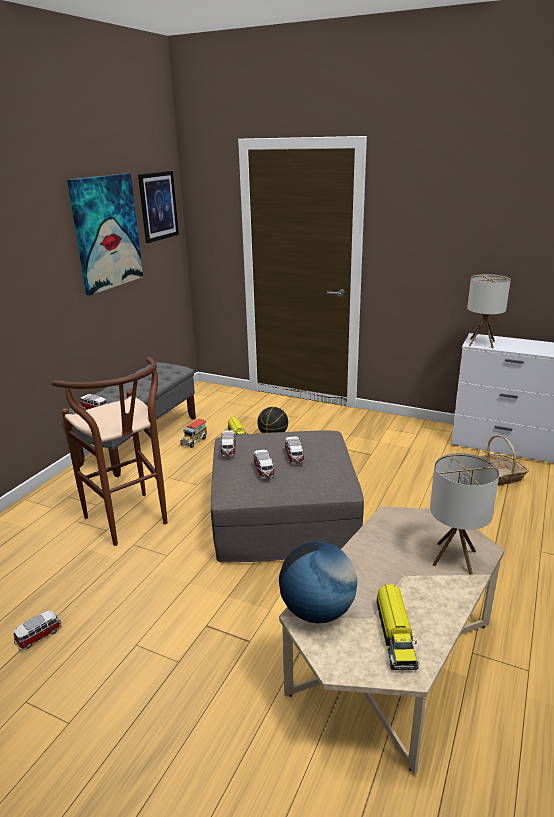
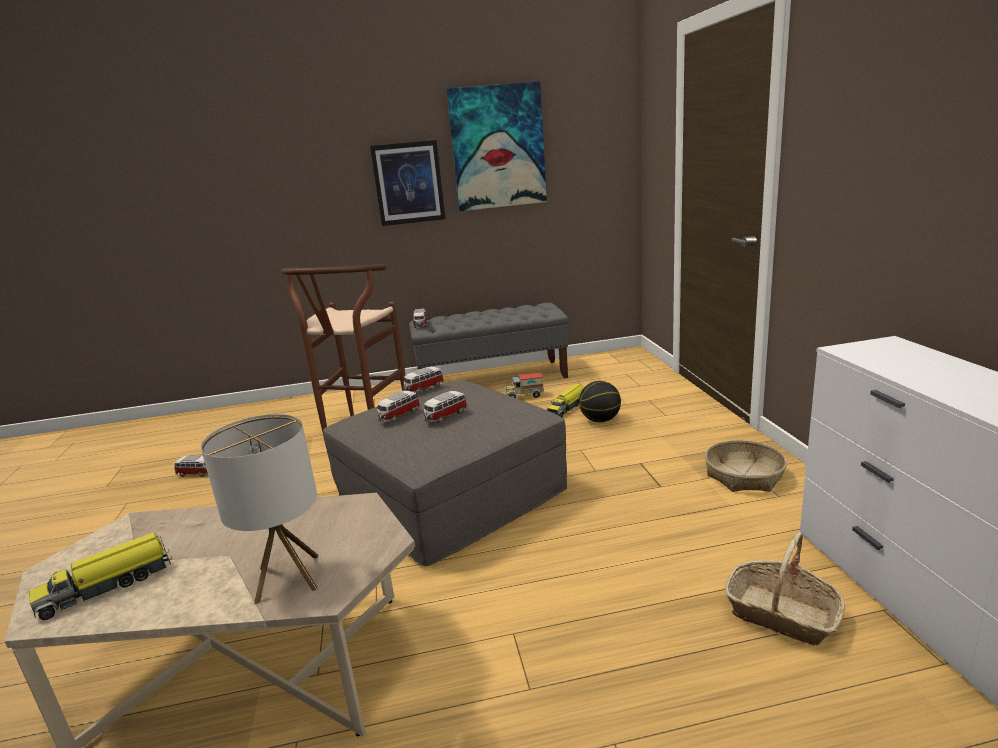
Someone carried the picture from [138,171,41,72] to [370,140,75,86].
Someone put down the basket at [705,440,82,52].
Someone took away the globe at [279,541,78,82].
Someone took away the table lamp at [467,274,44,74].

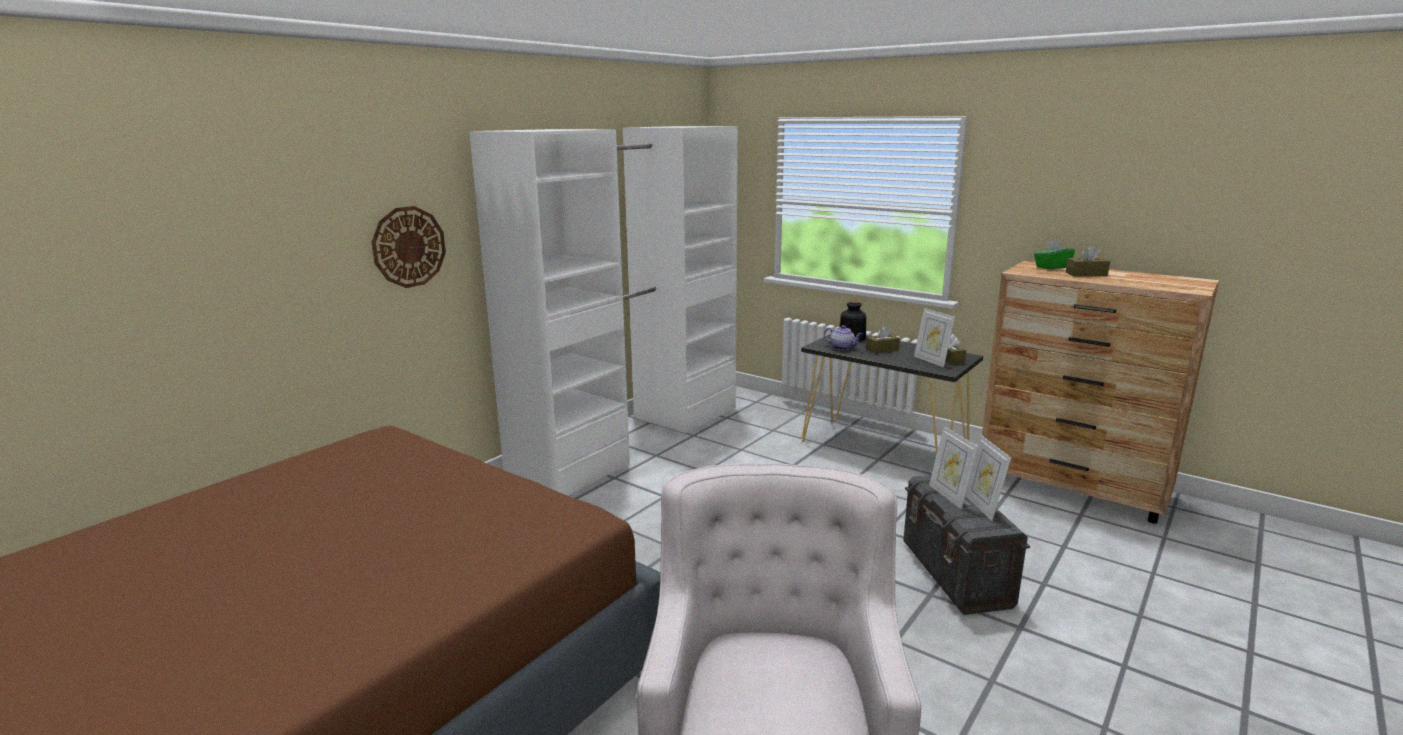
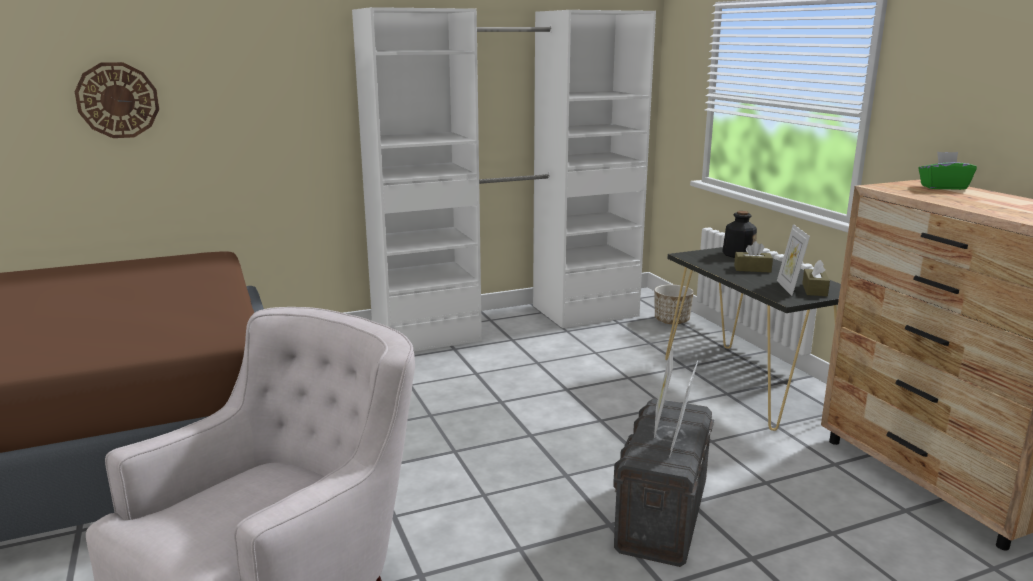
Someone carried the wall clock from [372,206,74,82] to [75,62,84,76].
Someone put down the planter at [654,284,40,40].
Someone took away the teapot at [824,325,38,25].
Someone took away the brown tissue box at [1065,245,45,31].

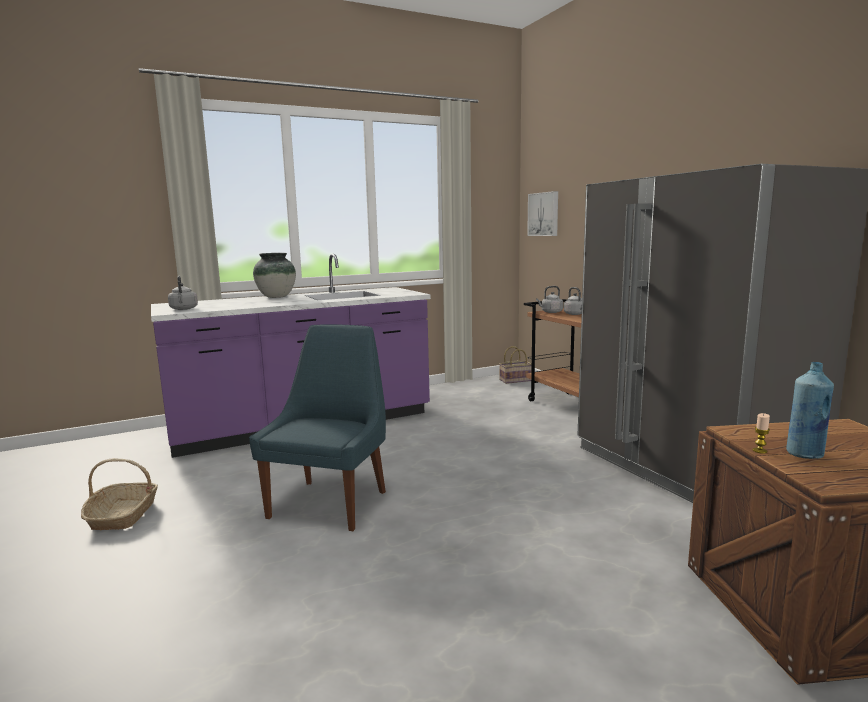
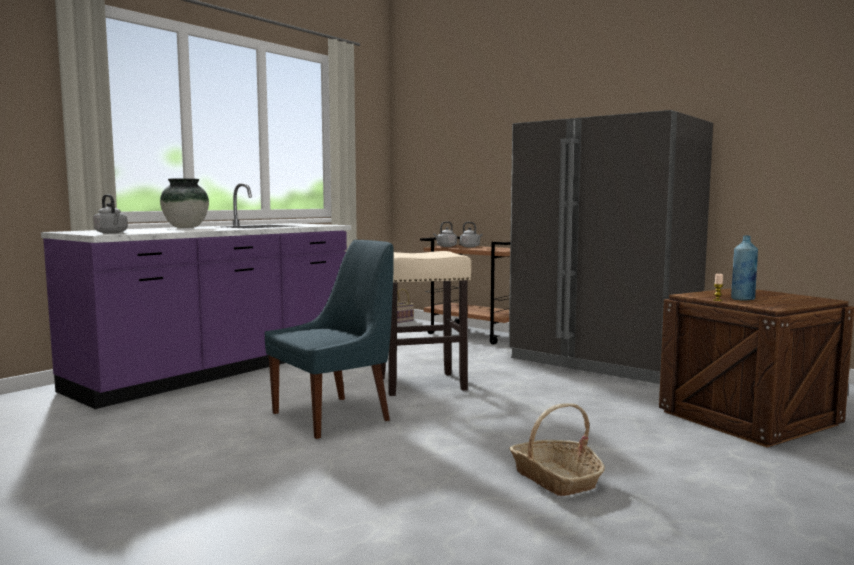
Someone rotated the blue chair at [249,324,137,207] by 60 degrees clockwise.
Someone put down the beige stool at [381,251,90,145].
Someone carried the basket from [81,458,77,72] to [509,403,96,93].
Someone took away the picture at [527,191,31,45].

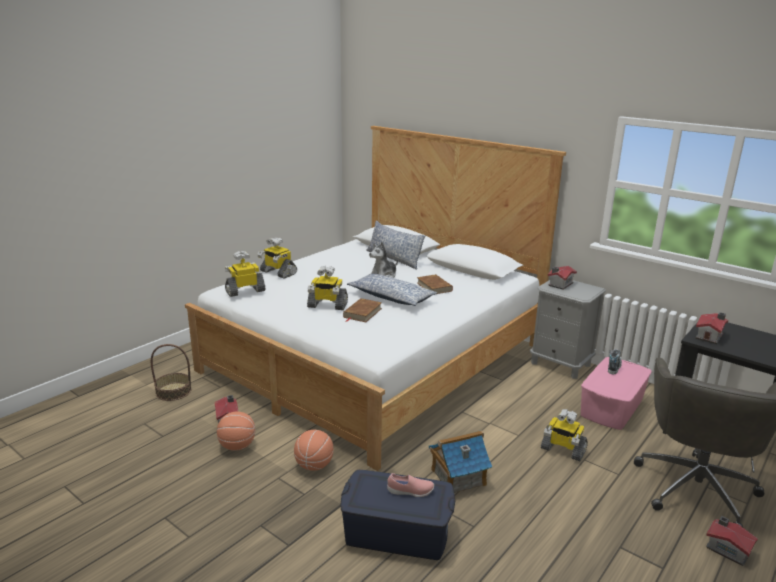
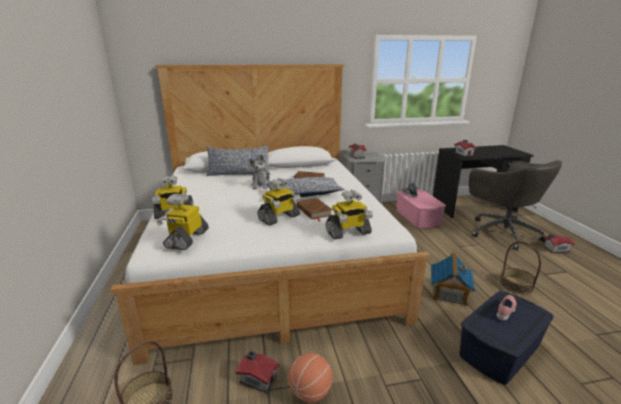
Someone carried the toy robot from [541,409,47,52] to [326,190,47,50].
Someone put down the basket at [499,241,42,53].
Someone took away the basketball at [294,430,39,41].

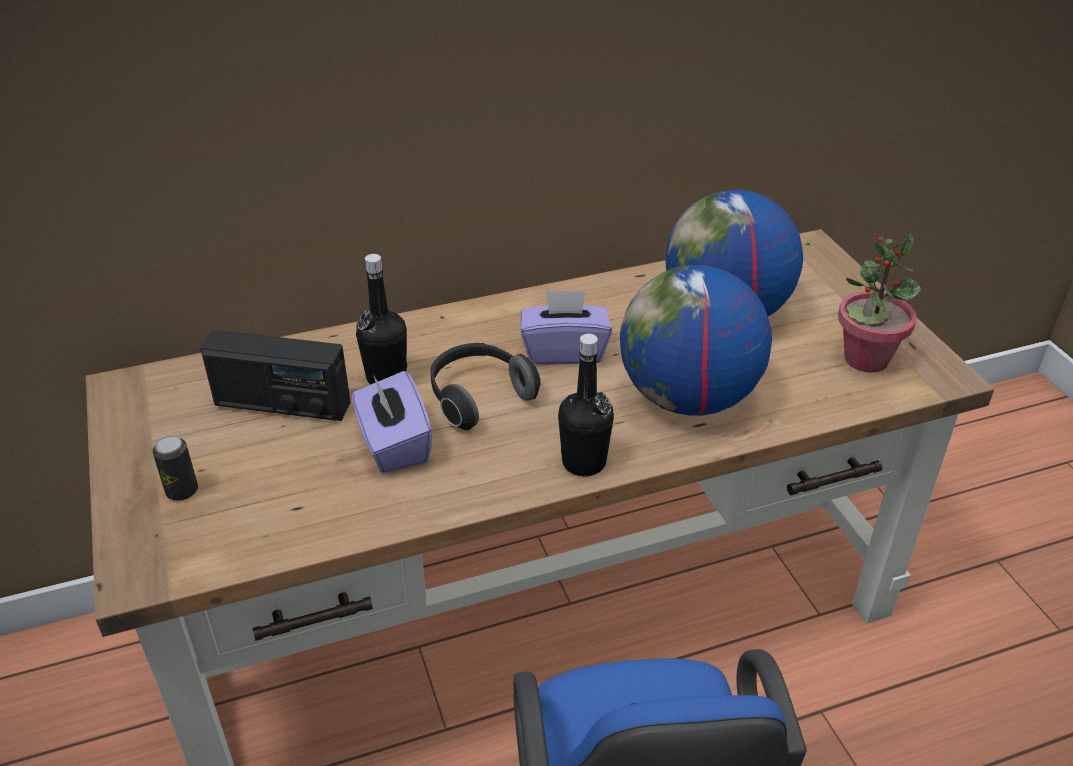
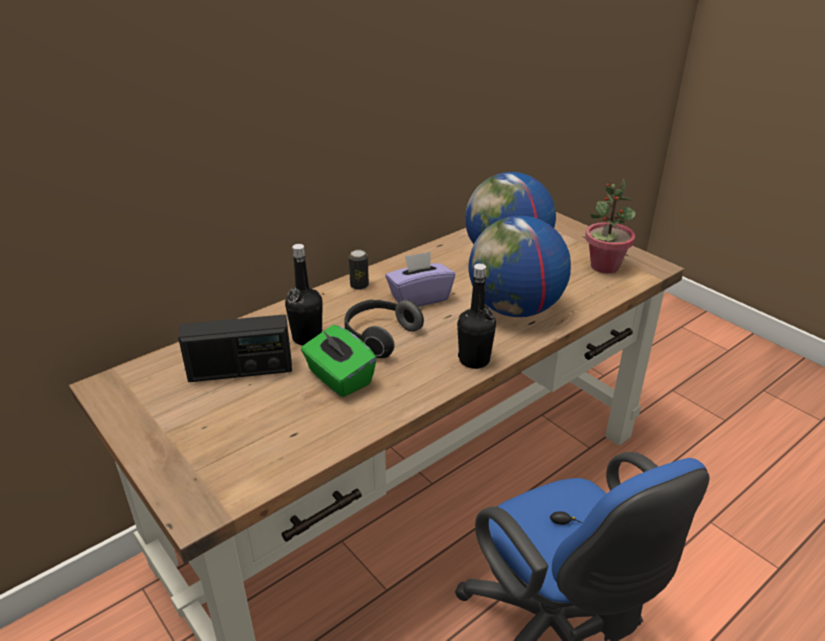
Someone repainted the purple tissue box at [352,371,80,102], which became the green tissue box at [301,325,76,72].
Someone carried the can from [152,436,46,65] to [349,250,20,40].

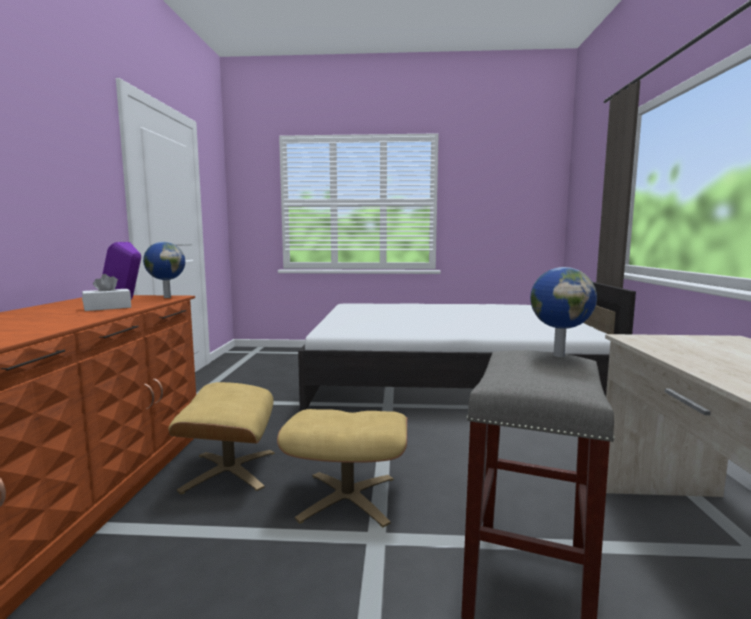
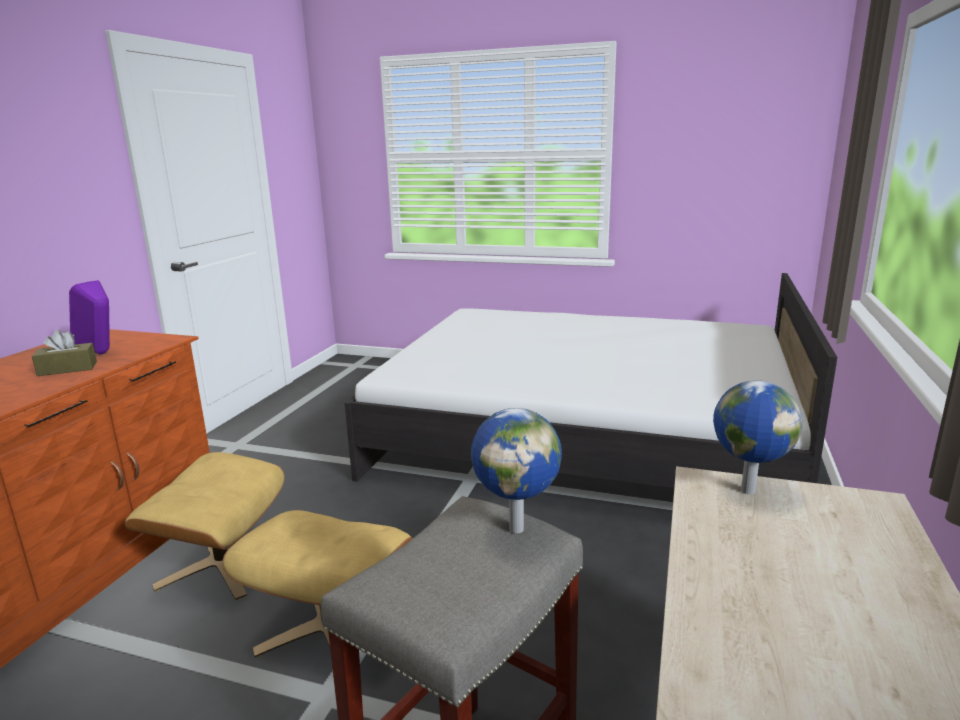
Someone repainted the white tissue box at [82,274,49,37], which became the brown tissue box at [32,330,65,46].
Someone carried the globe from [143,242,42,56] to [713,380,89,114].

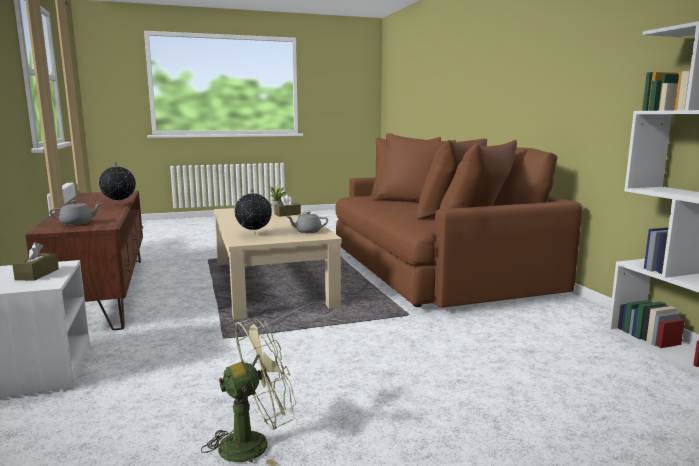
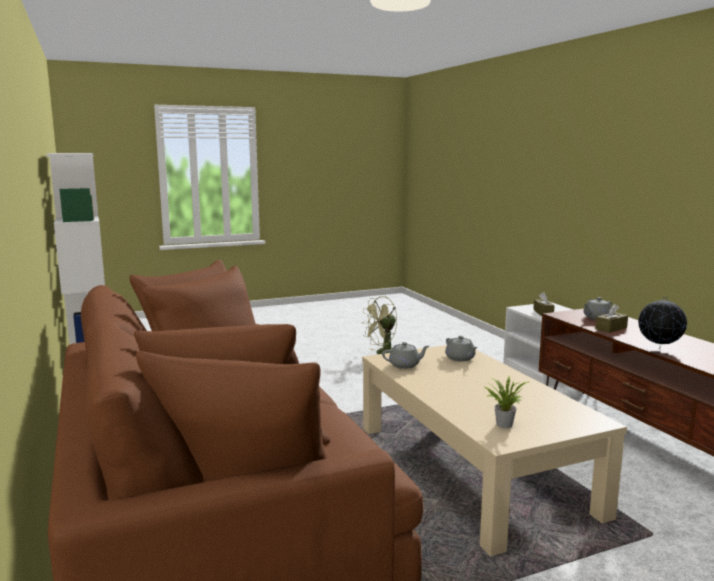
Someone swapped the globe at [235,189,37,46] for the grey teapot at [445,336,33,26].
Someone carried the brown tissue box from [274,195,27,22] to [595,304,33,29].

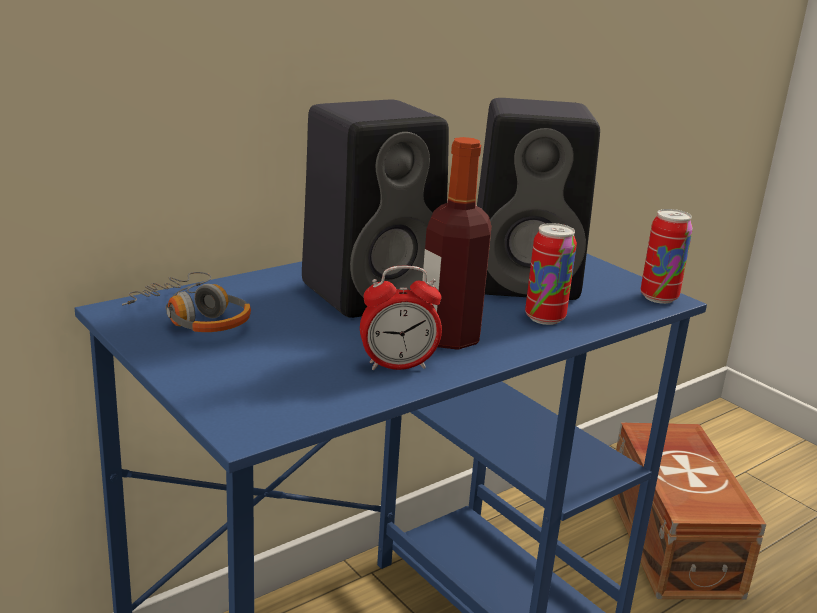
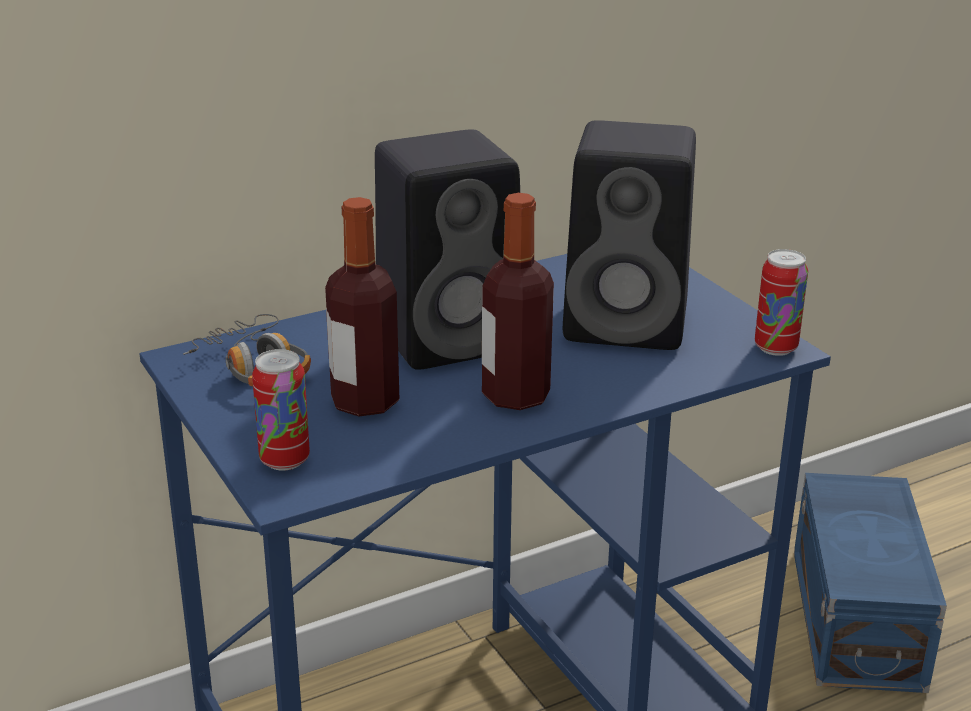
Someone carried the can from [525,223,52,102] to [252,349,58,122].
Someone put down the bottle at [325,197,74,219].
Someone repainted the brown storage box at [612,423,154,177], which became the blue storage box at [794,473,153,220].
Someone took away the alarm clock at [360,266,82,104].

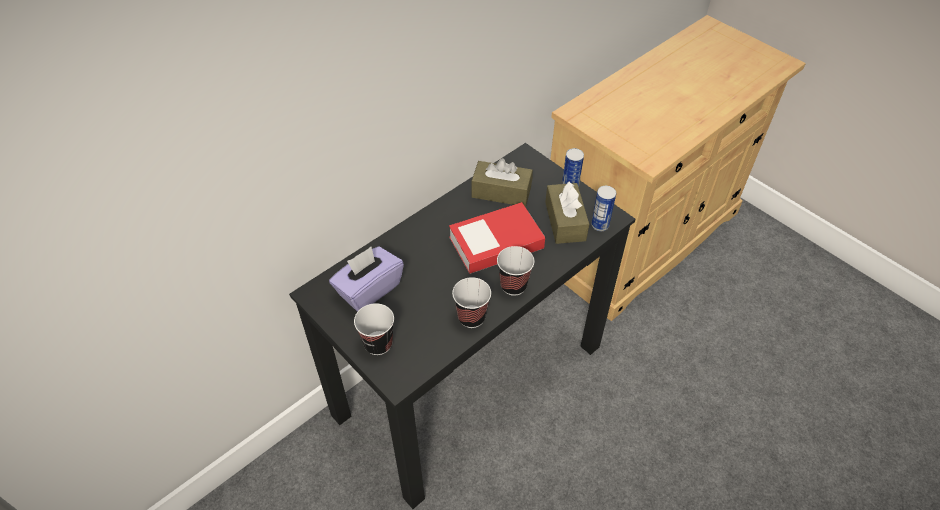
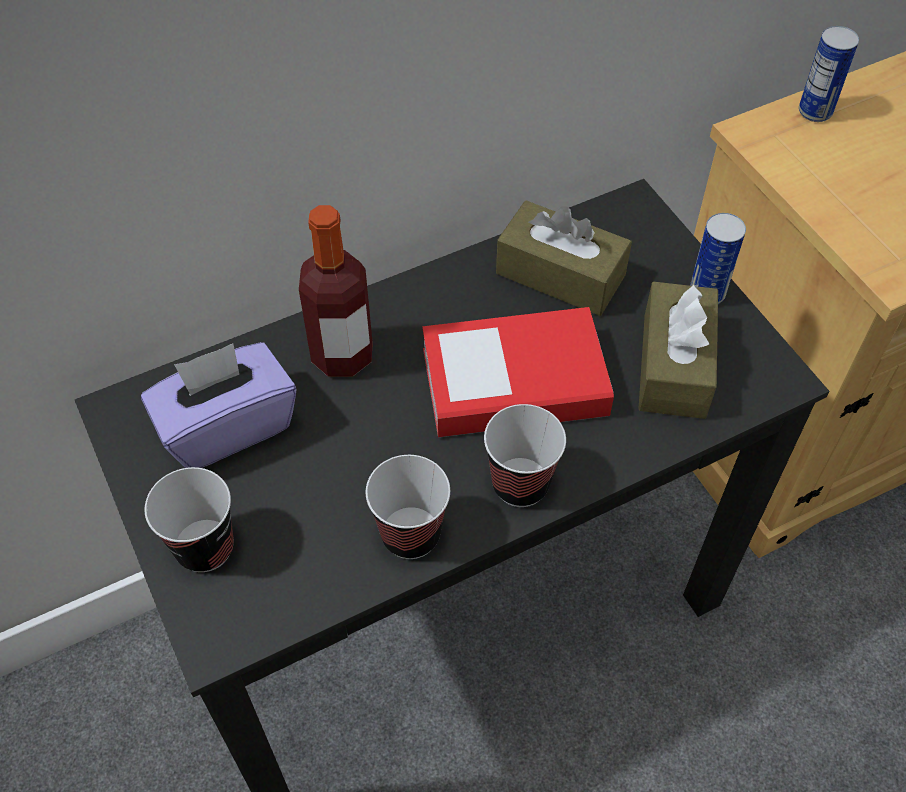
Someone put down the bottle at [299,205,74,172].
Someone carried the can from [591,186,25,45] to [799,26,60,96].

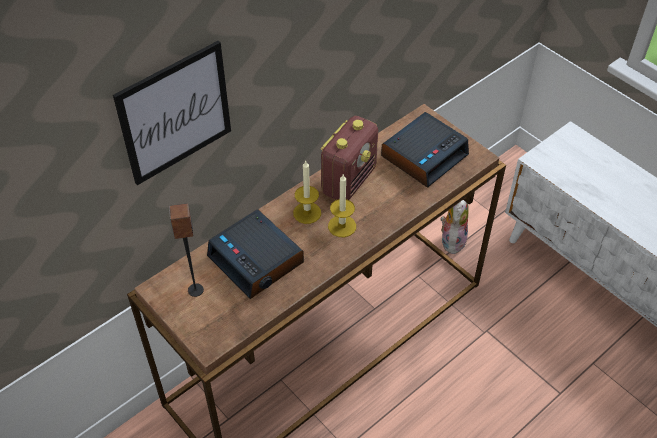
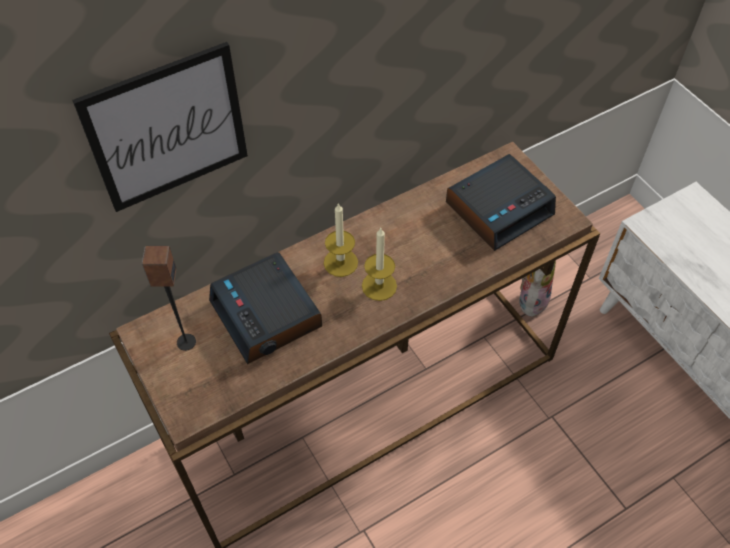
Someone took away the radio at [321,116,57,84].

